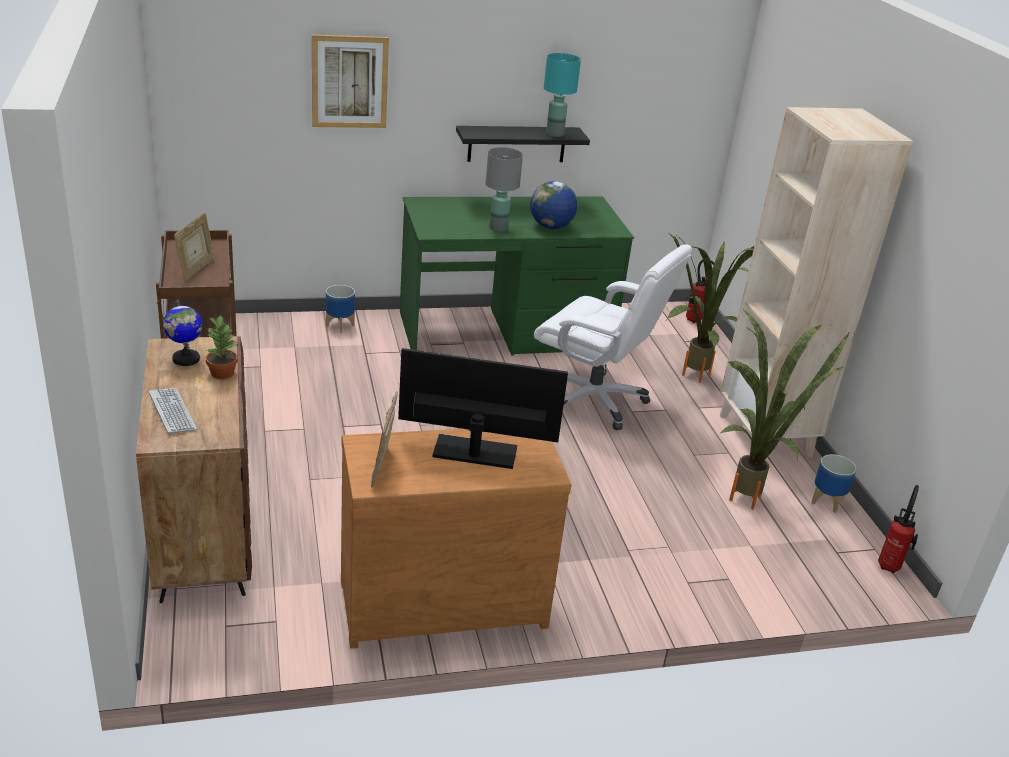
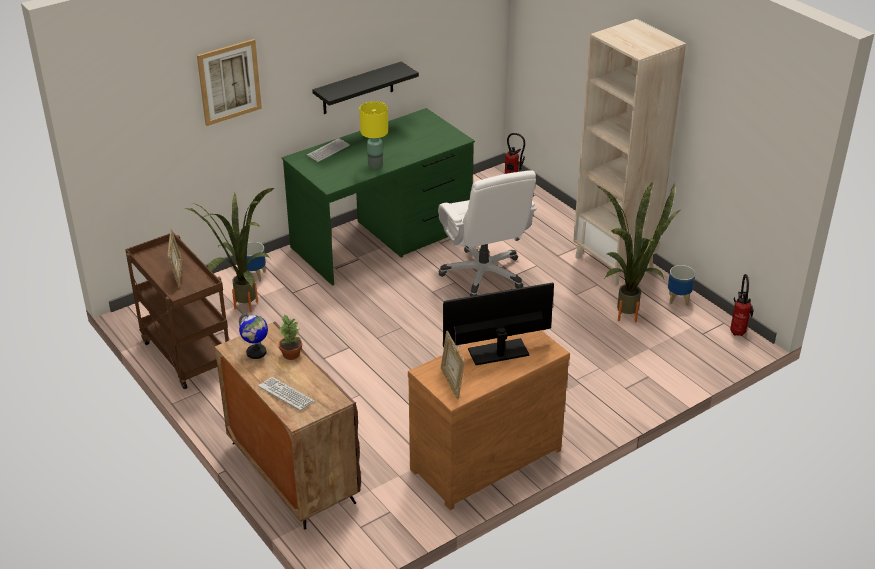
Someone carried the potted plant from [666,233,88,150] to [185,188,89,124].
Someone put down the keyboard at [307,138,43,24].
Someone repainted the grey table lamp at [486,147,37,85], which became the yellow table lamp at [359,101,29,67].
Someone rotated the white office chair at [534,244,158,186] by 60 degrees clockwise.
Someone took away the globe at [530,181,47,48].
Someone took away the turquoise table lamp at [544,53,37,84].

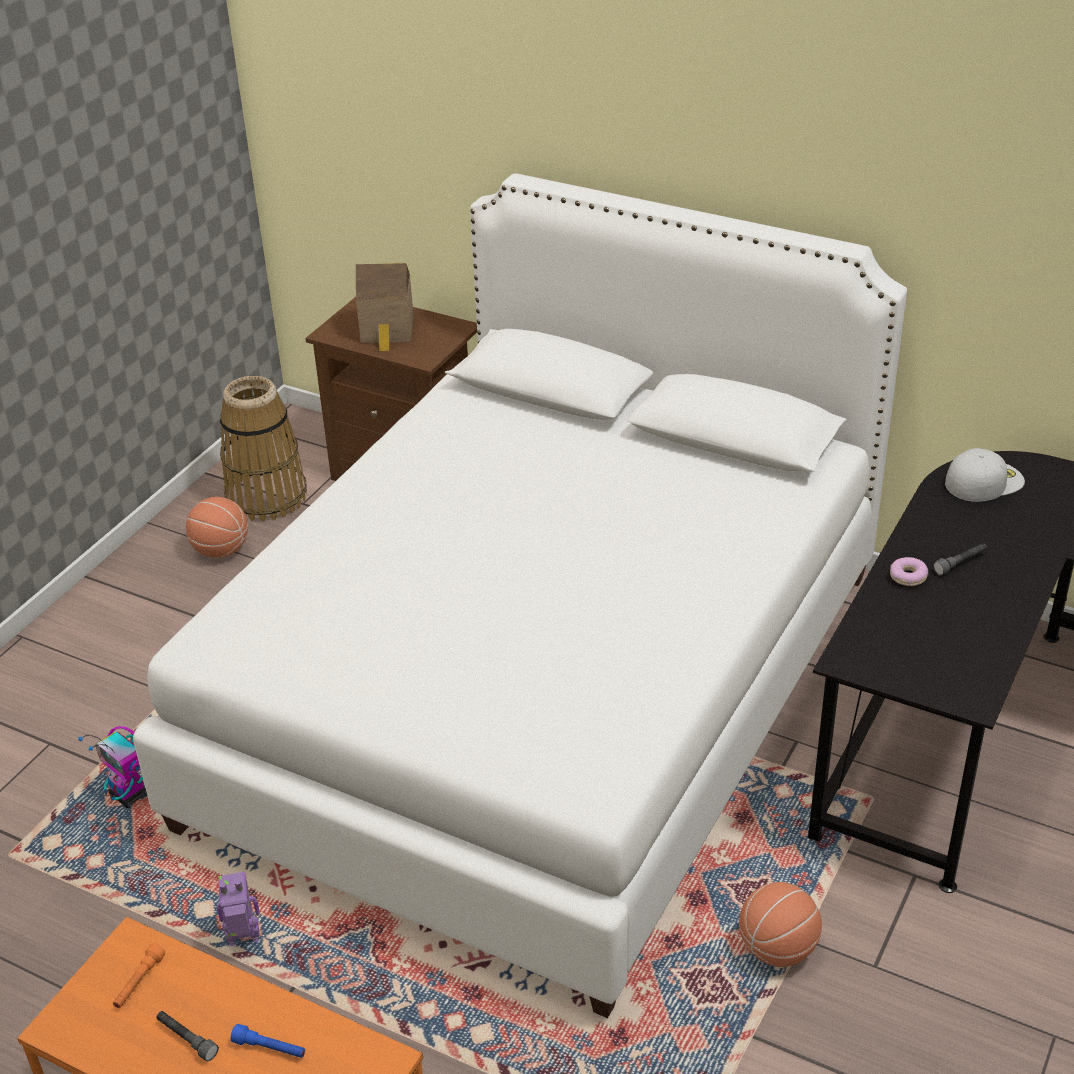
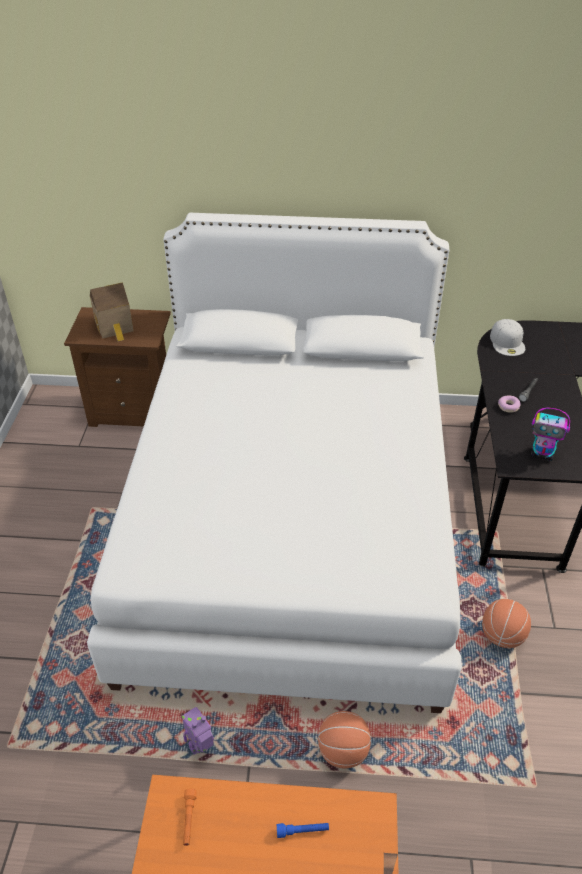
Someone carried the basketball from [186,497,62,61] to [318,711,53,57].
Someone rotated the white cap at [945,448,80,54] by 135 degrees clockwise.
Someone carried the toy robot from [78,726,69,82] to [531,408,39,53].
Someone took away the grey flashlight at [156,1011,63,50].
Someone took away the basket at [220,376,87,145].

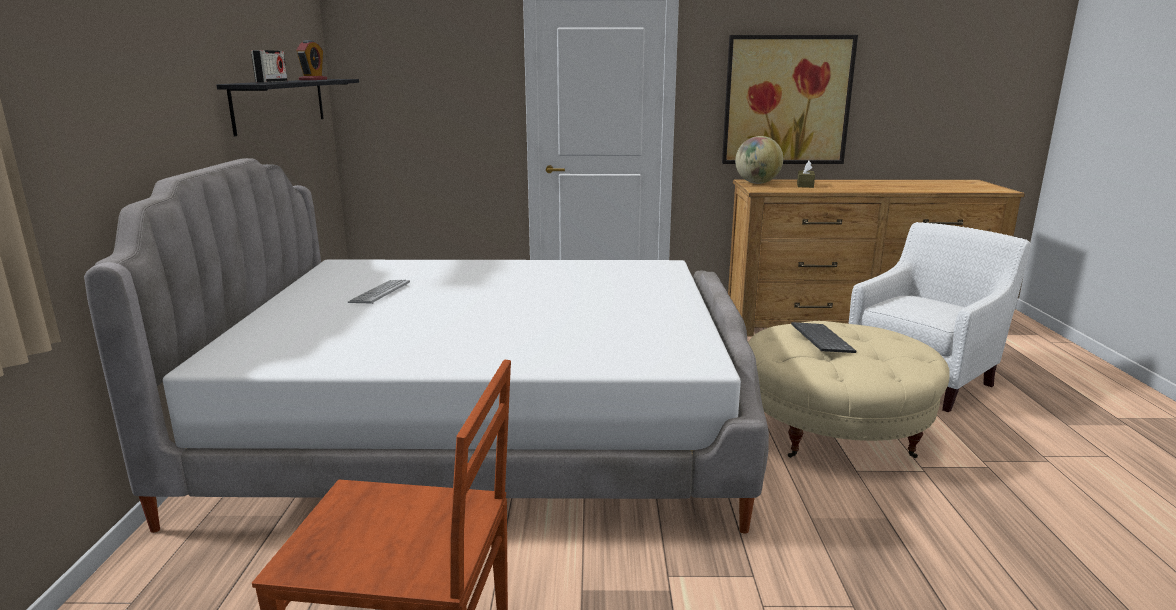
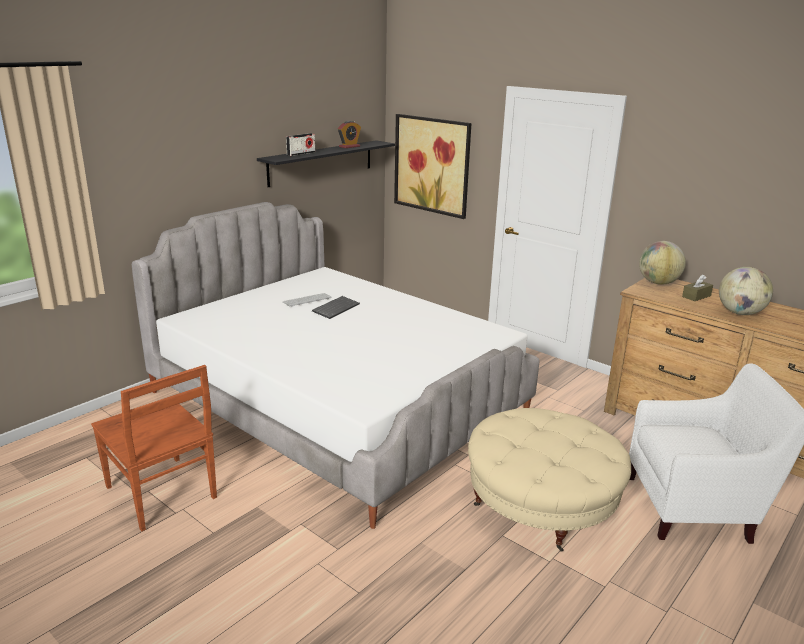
Someone carried the keyboard from [791,322,65,31] to [312,296,48,23].
Someone carried the picture from [722,35,136,129] to [394,114,78,105].
Someone put down the globe at [719,267,54,48].

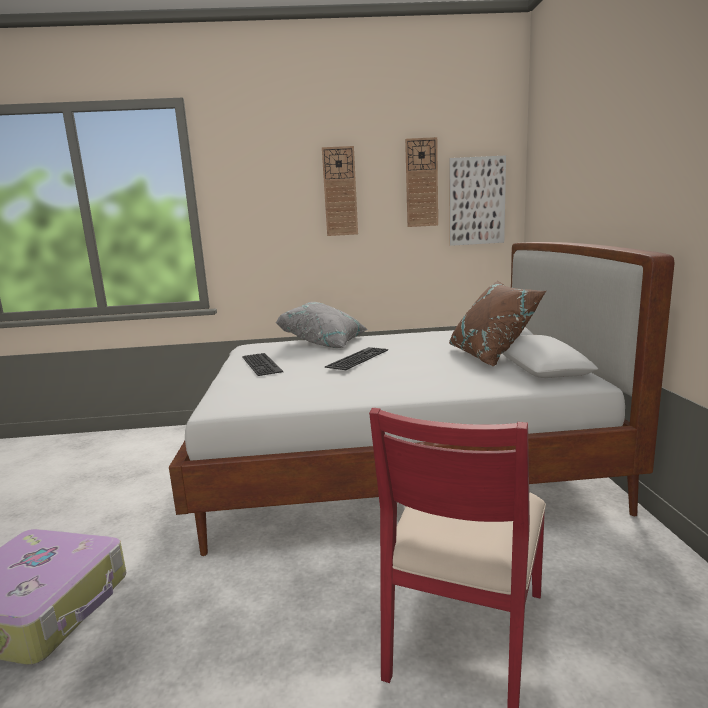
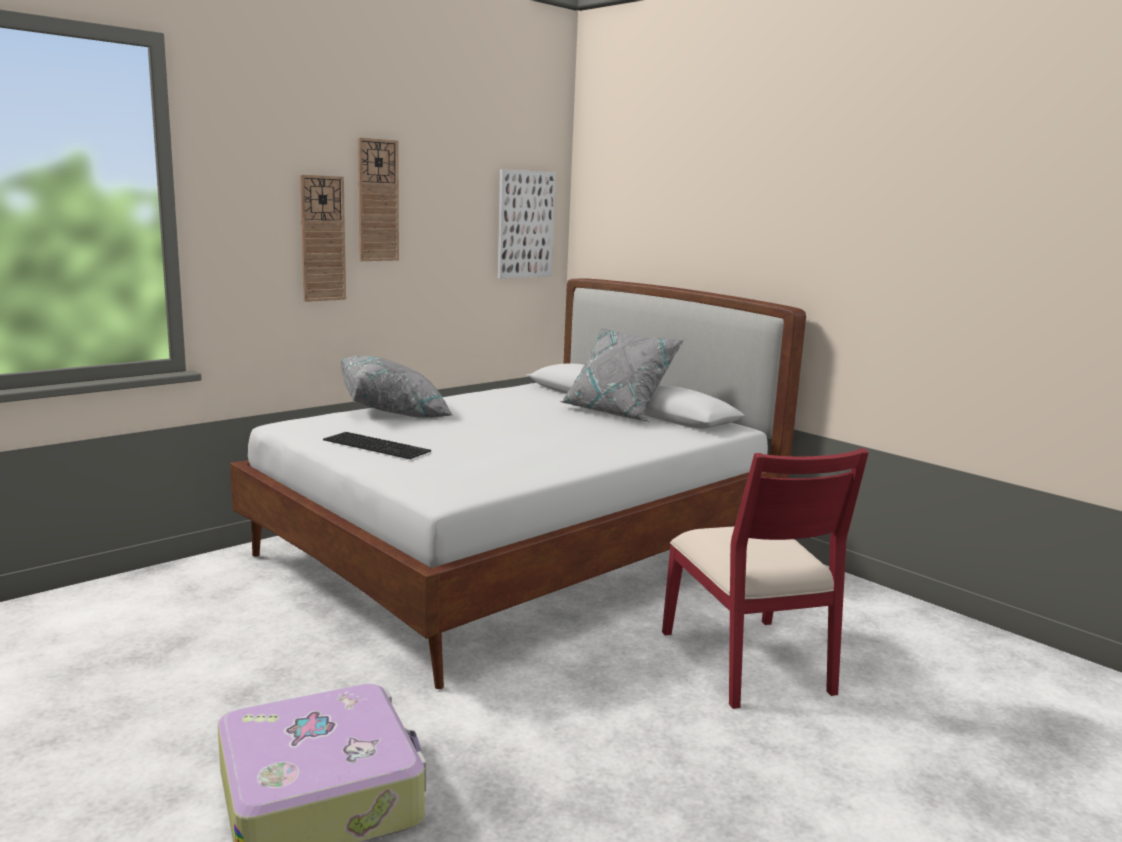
Someone carried the wall clock from [405,137,33,90] to [300,175,46,127].
Someone repainted the brown pillow at [449,281,97,85], which became the grey pillow at [560,327,124,95].
Someone took away the keyboard at [325,347,63,23].

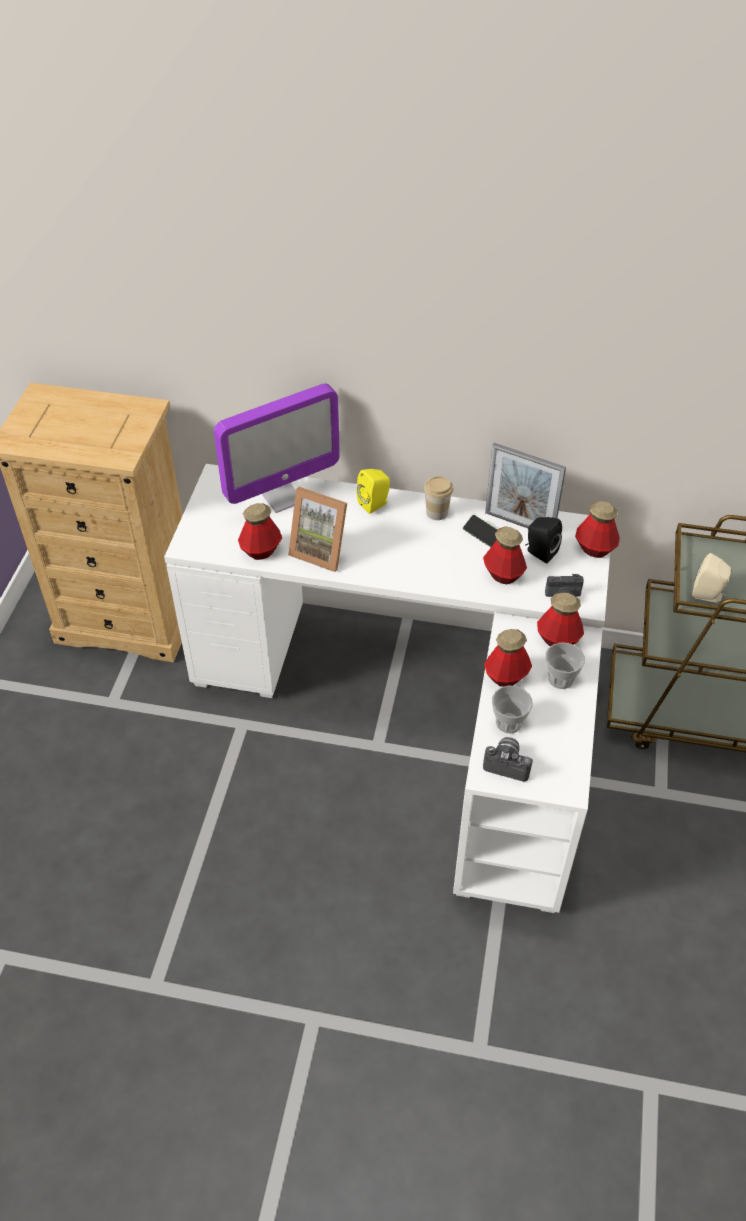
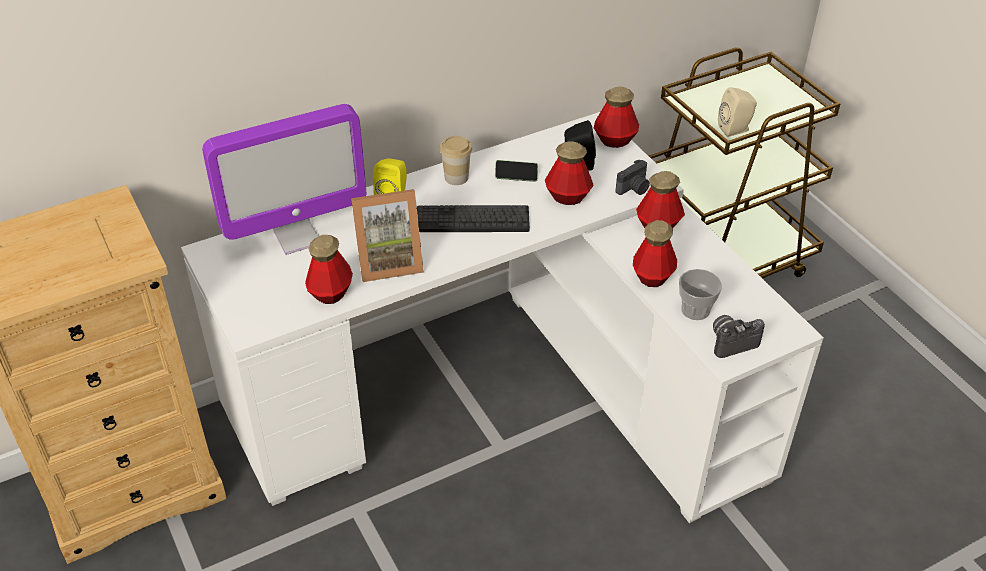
Someone rotated the monitor at [214,384,126,129] by 45 degrees clockwise.
Someone put down the keyboard at [417,205,113,27].
Someone took away the picture frame at [485,443,81,85].
Someone took away the cup at [546,642,39,47].

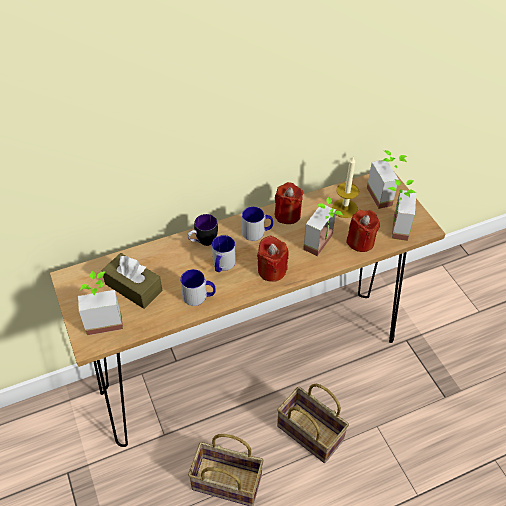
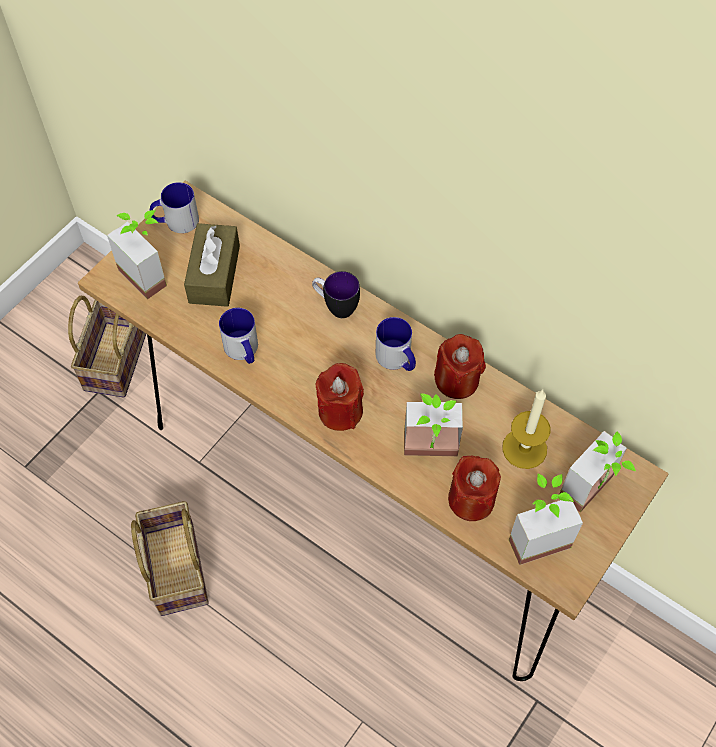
Someone carried the basket from [277,384,72,79] to [68,296,78,102].
Someone carried the mug from [212,235,24,37] to [150,182,49,51].

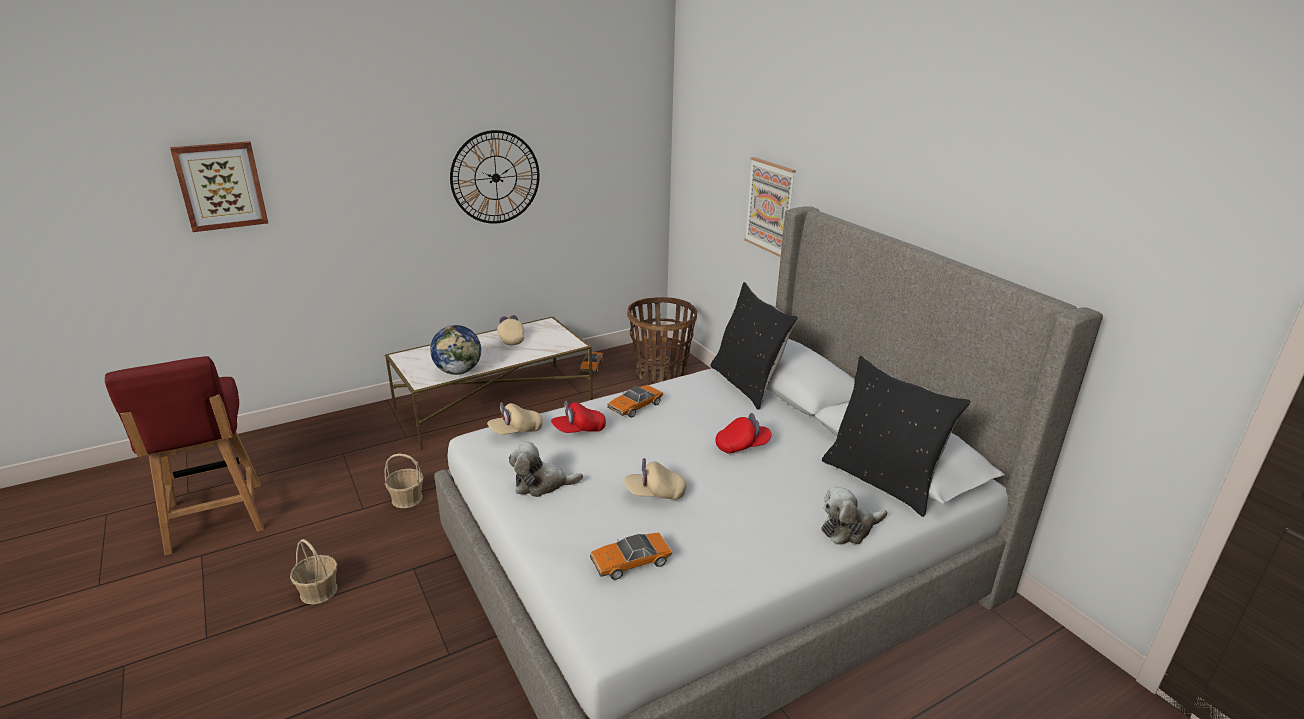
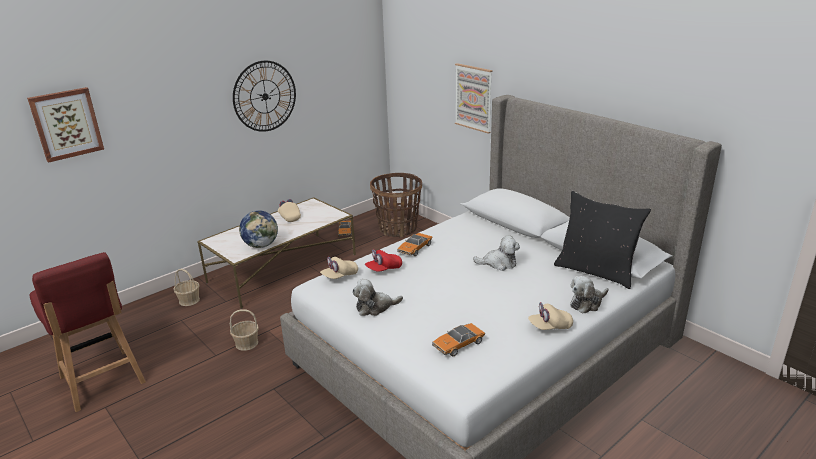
Someone carried the basket from [290,539,48,66] to [173,269,27,37].
Someone swapped the red cap at [715,413,57,41] for the plush toy at [473,235,47,36].
Someone carried the beige cap from [624,458,62,42] to [528,302,45,28].
Someone took away the black pillow at [710,282,89,128].

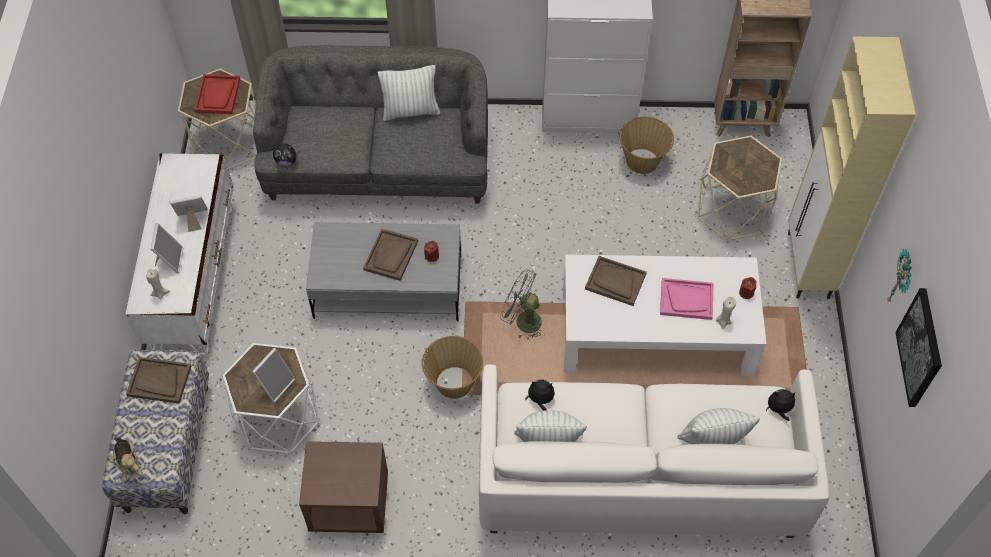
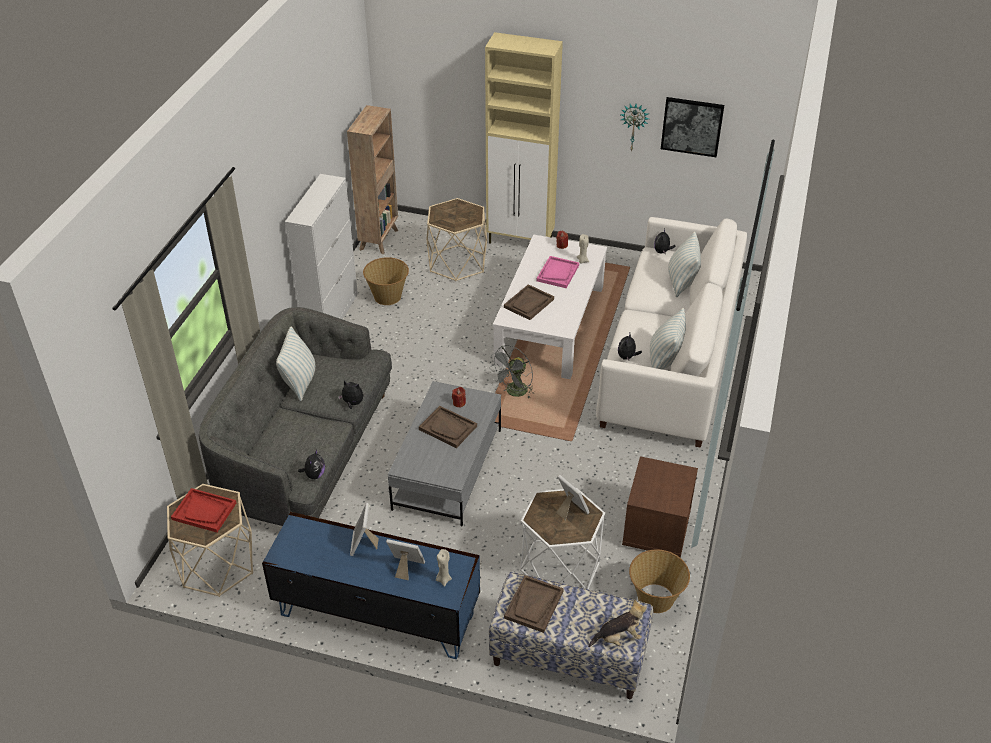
Someone repainted the white tv stand at [125,153,108,202], which became the blue tv stand at [262,512,218,147].
Someone put down the plush toy at [338,380,25,29].
Someone carried the basket from [422,336,61,63] to [629,549,61,64].

